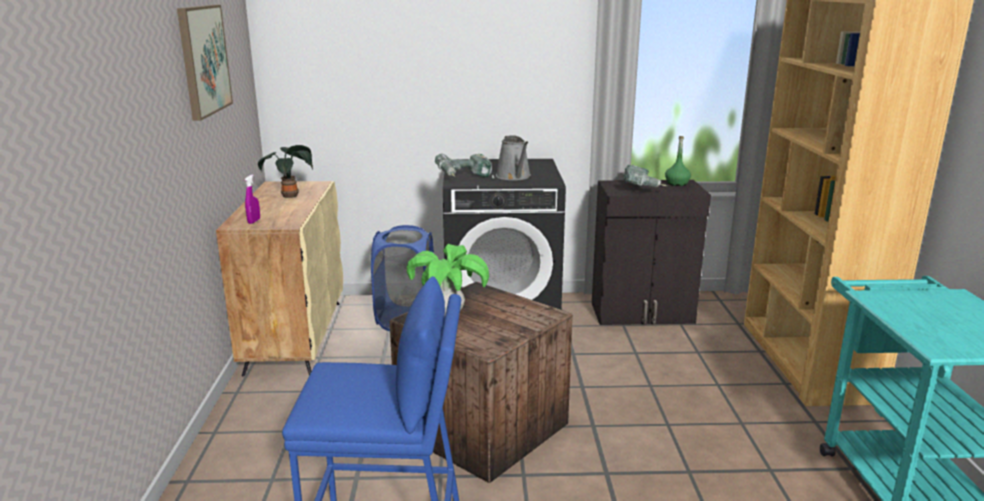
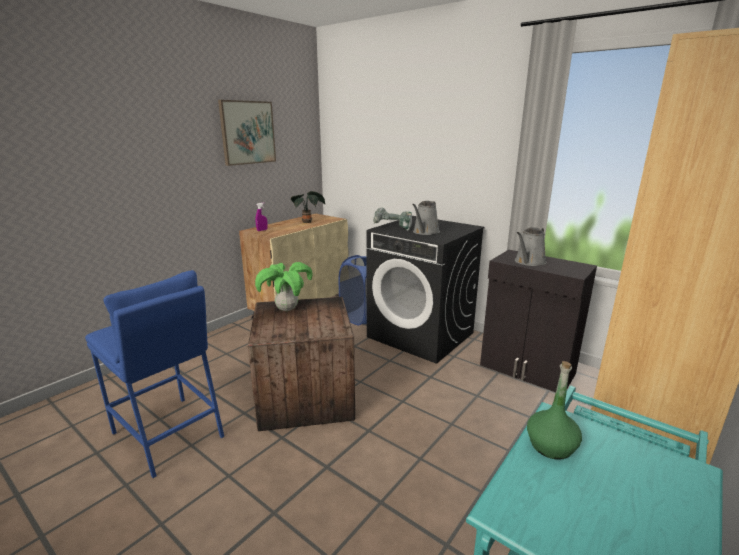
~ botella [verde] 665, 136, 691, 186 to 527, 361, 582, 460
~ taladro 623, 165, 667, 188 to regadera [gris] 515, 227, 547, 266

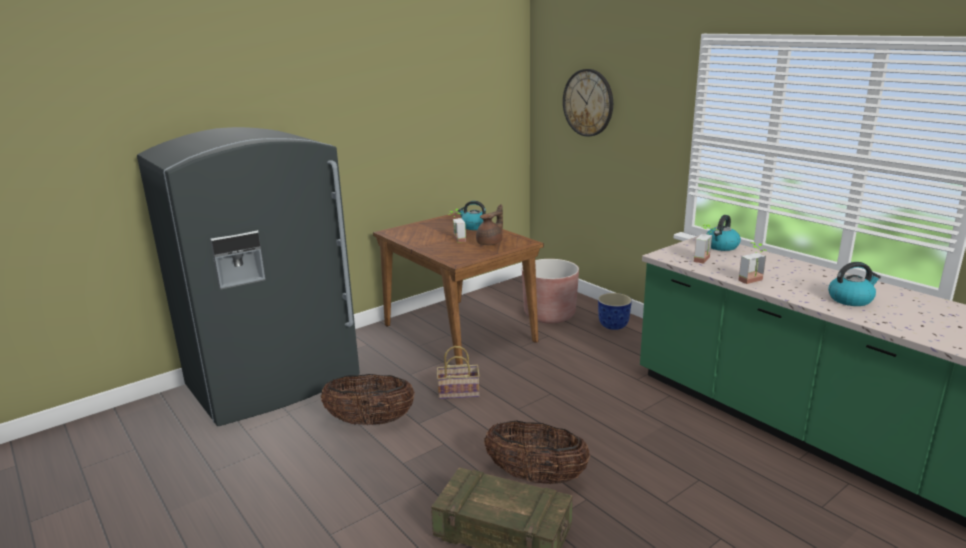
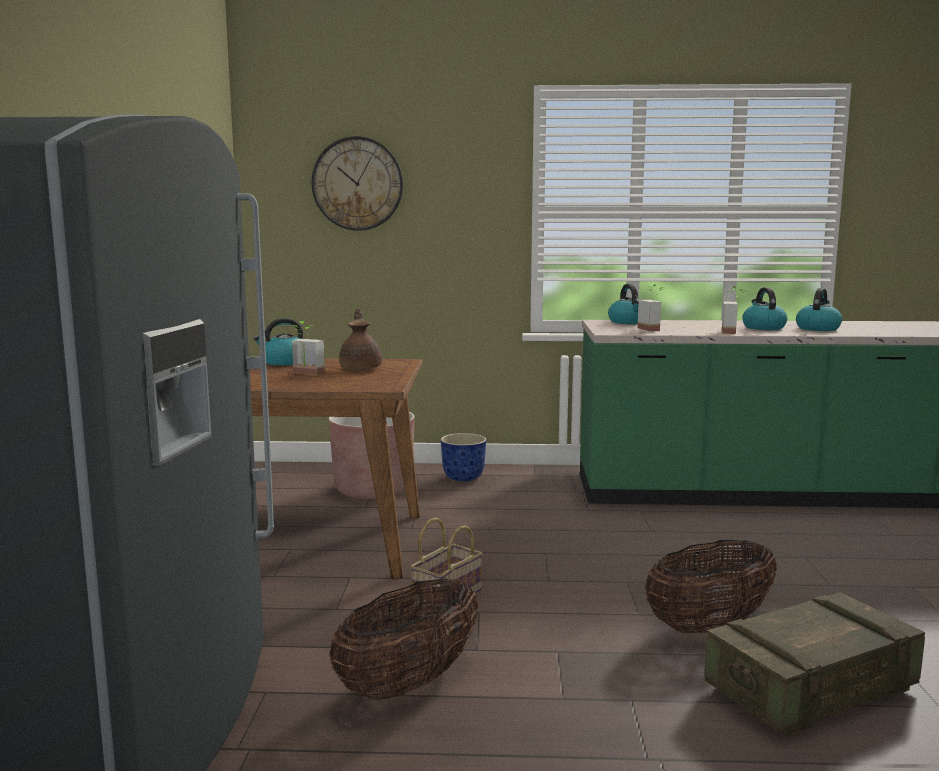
+ hervidor 742, 287, 787, 330

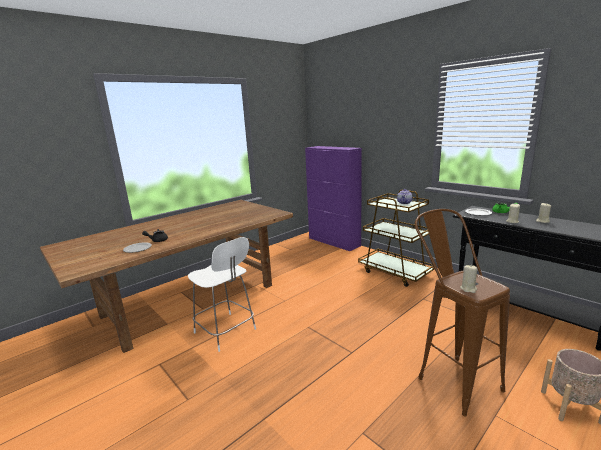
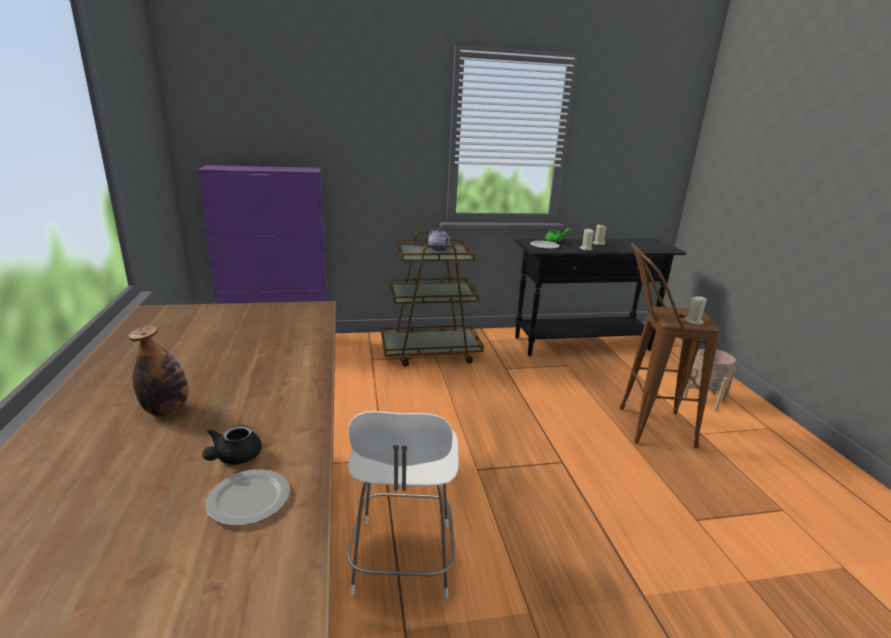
~ silla [blanco] 188, 237, 256, 352 = 347, 411, 459, 599 105 degrees clockwise
+ botella 128, 325, 189, 417

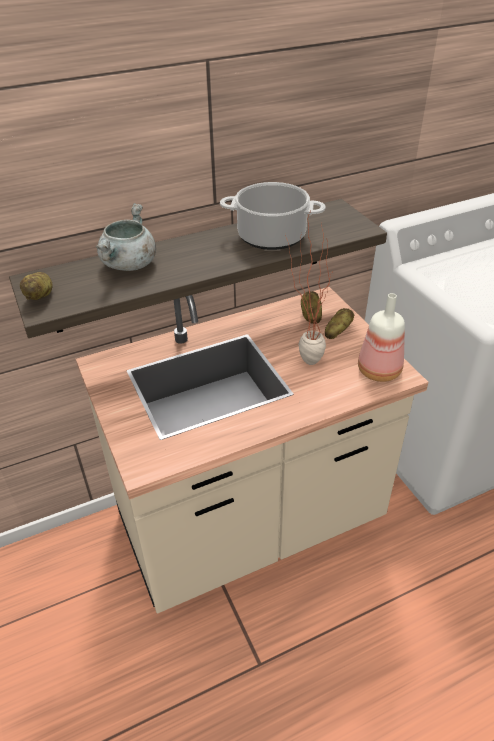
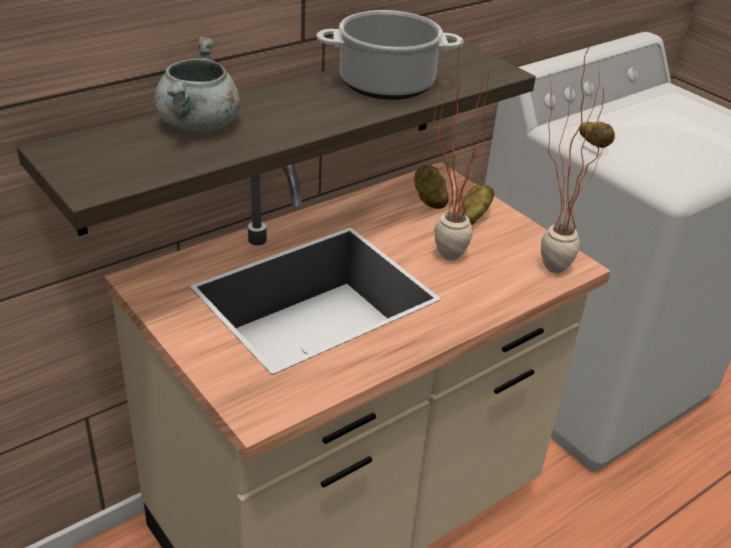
~ patata 20, 272, 53, 300 to 579, 122, 615, 148
~ botella 358, 293, 405, 382 to planta en maceta 541, 44, 608, 273

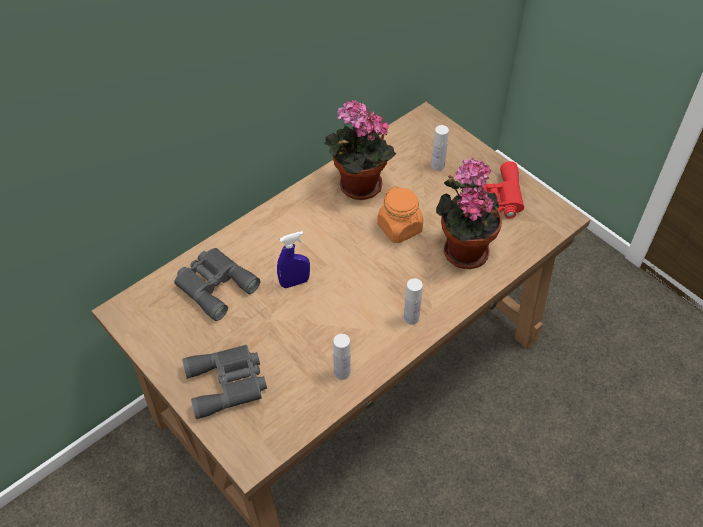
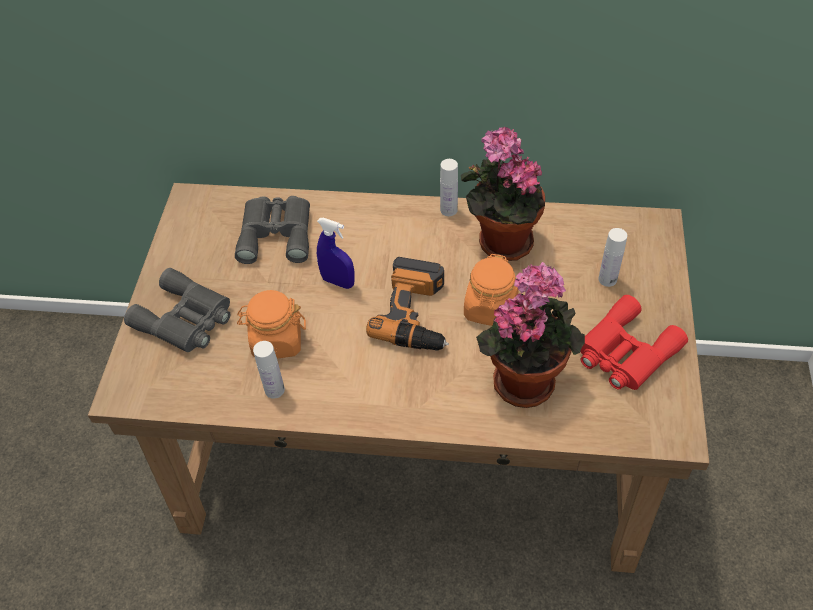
~ botella [blanco] 404, 278, 423, 325 to 440, 159, 458, 216
+ taladro 366, 257, 449, 351
+ tarro [naranja] 237, 290, 306, 358

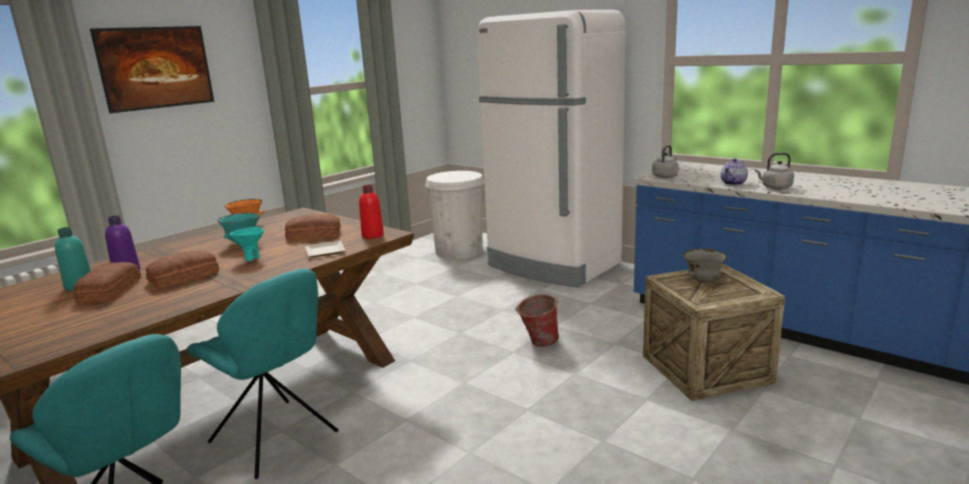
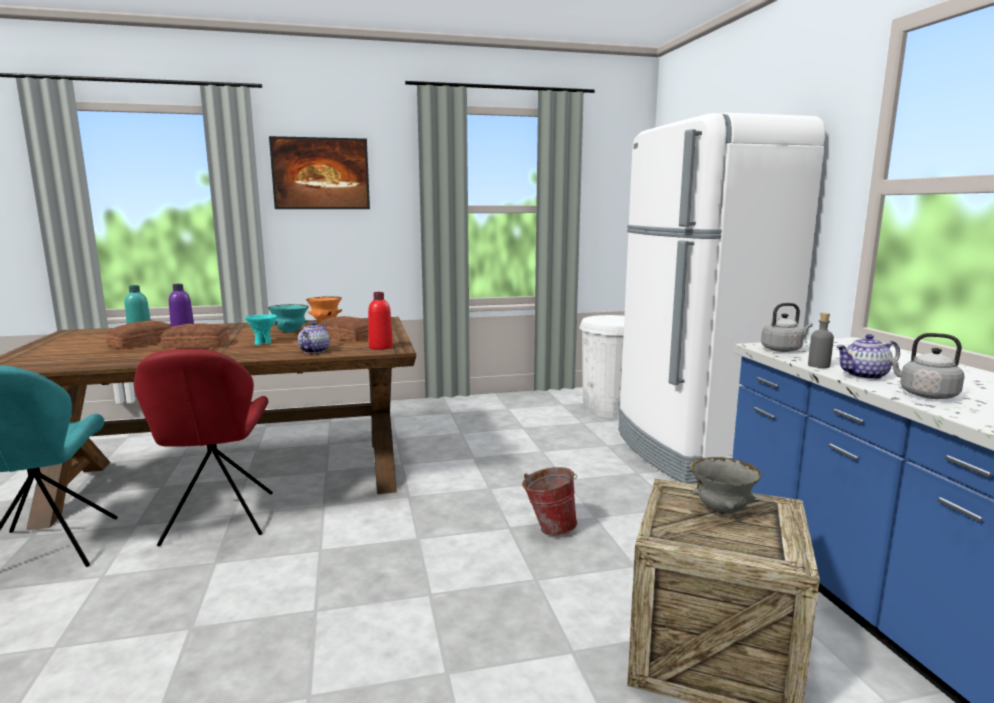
~ plato 305, 241, 346, 257 to tetera 298, 322, 330, 353
~ silla [turquesa] 187, 269, 338, 479 to silla [rojo] 134, 349, 273, 546
+ botella [gris] 808, 313, 834, 368

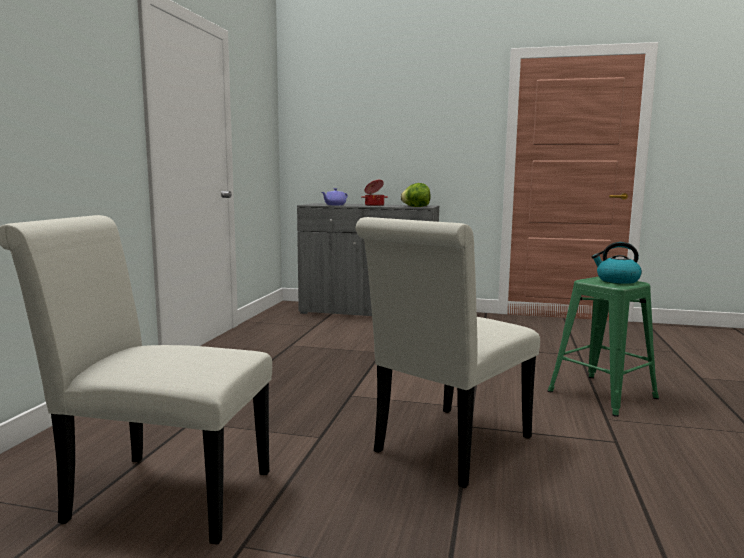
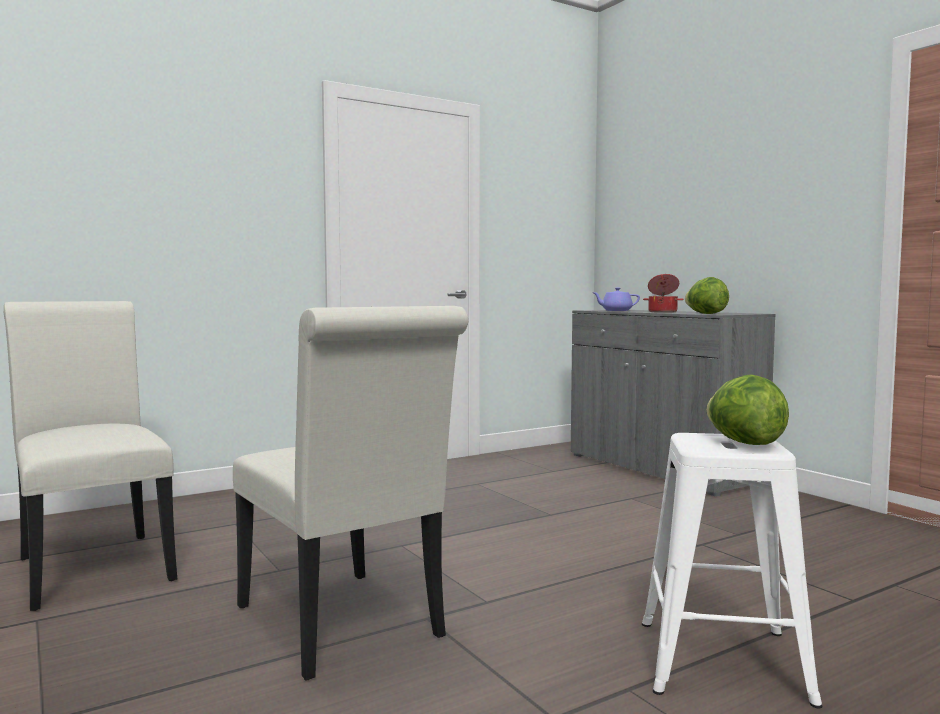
~ silla [blanco] 355, 217, 540, 488 = 233, 306, 468, 680 120 degrees counterclockwise
~ hervidor 592, 242, 642, 284 to lechuga 706, 374, 789, 445
~ taburete [verde] 548, 277, 659, 417 to taburete [blanco] 642, 433, 822, 708

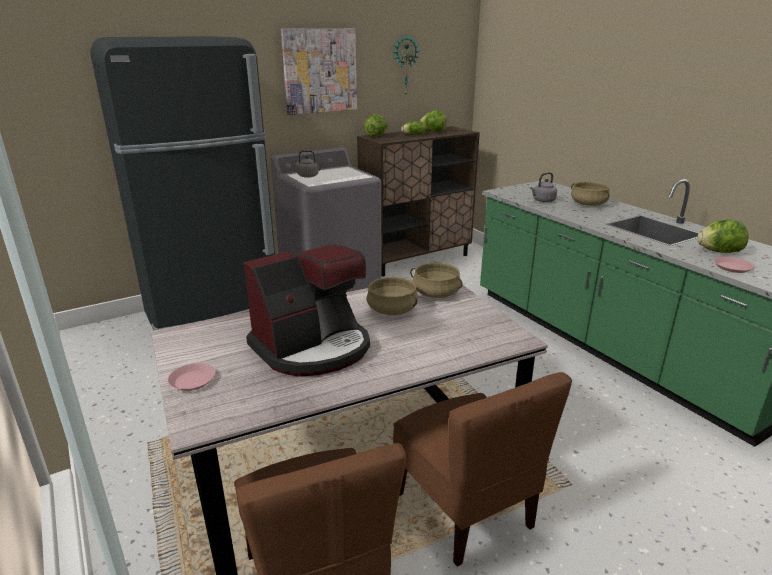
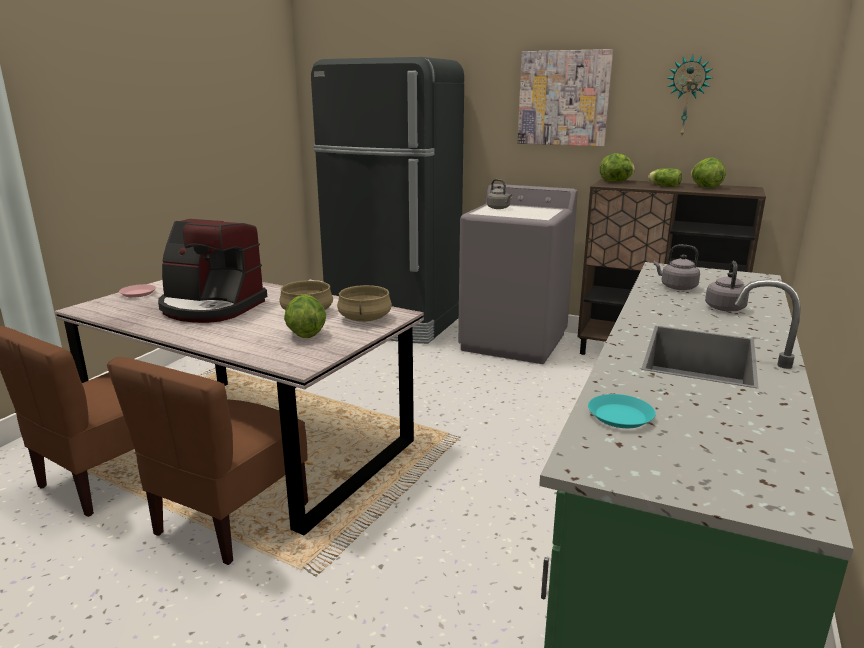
~ olla [beis] 571, 182, 610, 206 to hervidor [gris] 705, 261, 749, 311
~ lechuga 697, 219, 749, 253 to 284, 294, 326, 338
~ plato [rosa] 714, 257, 755, 273 to plato [turquesa] 588, 394, 656, 428

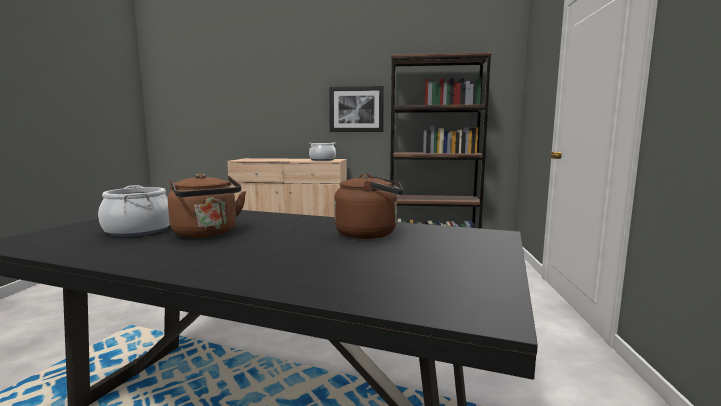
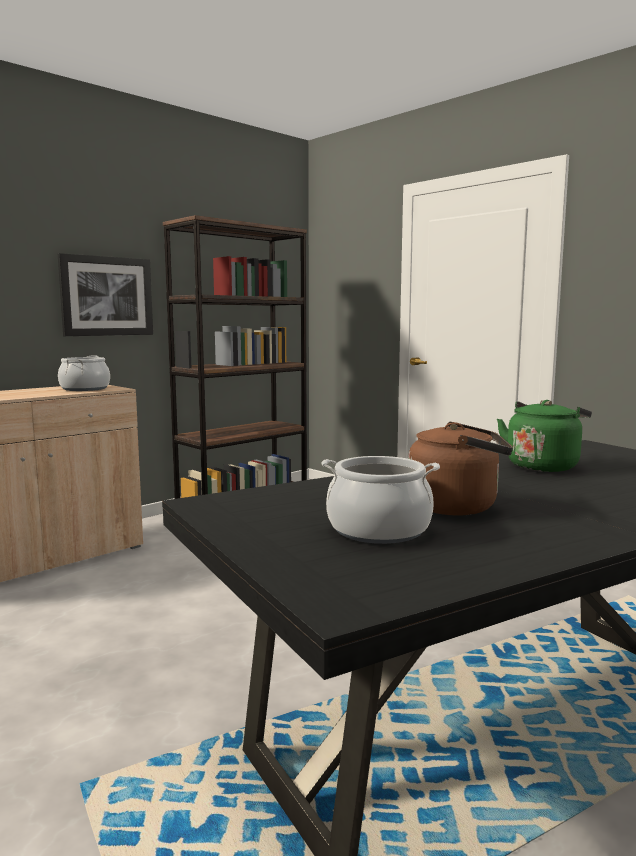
~ hervidor [marrón] 334, 174, 403, 239 to hervidor [verde] 497, 400, 592, 472

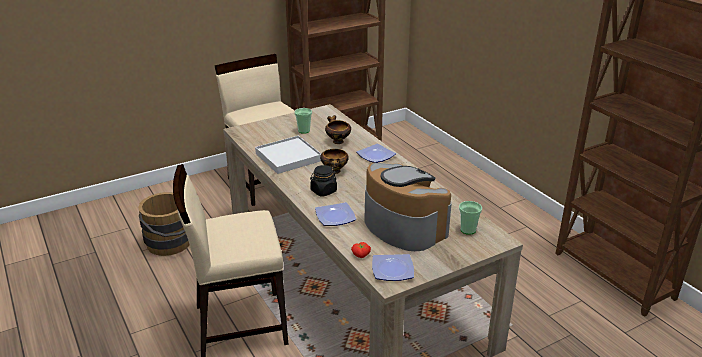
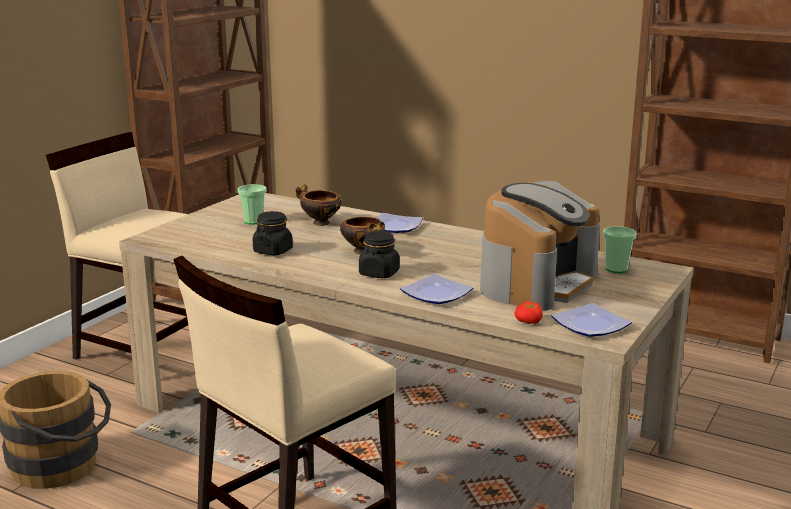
~ bandeja [blanco] 255, 136, 321, 174 to tarro [negro] 253, 211, 293, 255
~ cafetera 364, 163, 452, 251 = 480, 181, 600, 311 105 degrees clockwise

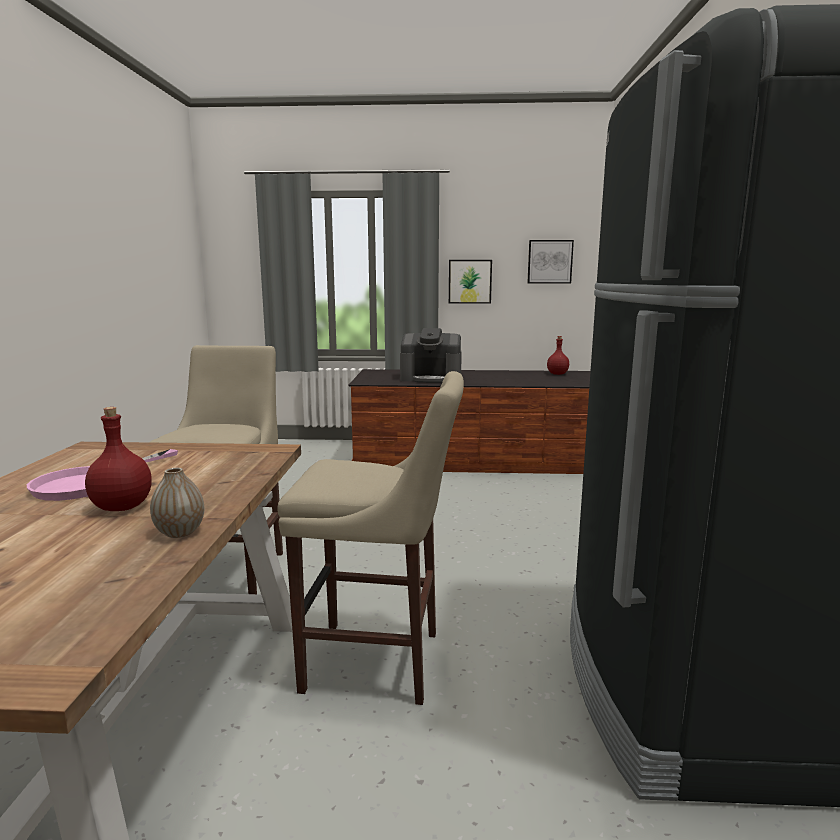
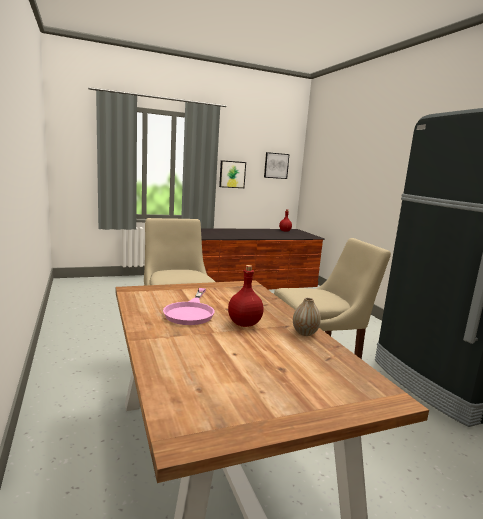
- cafetera 400, 328, 462, 383

